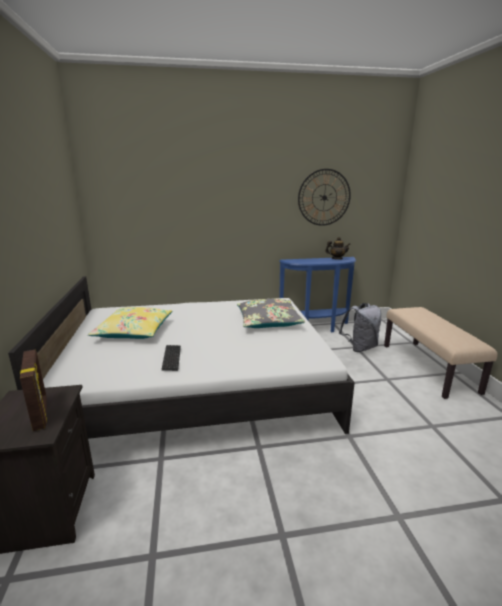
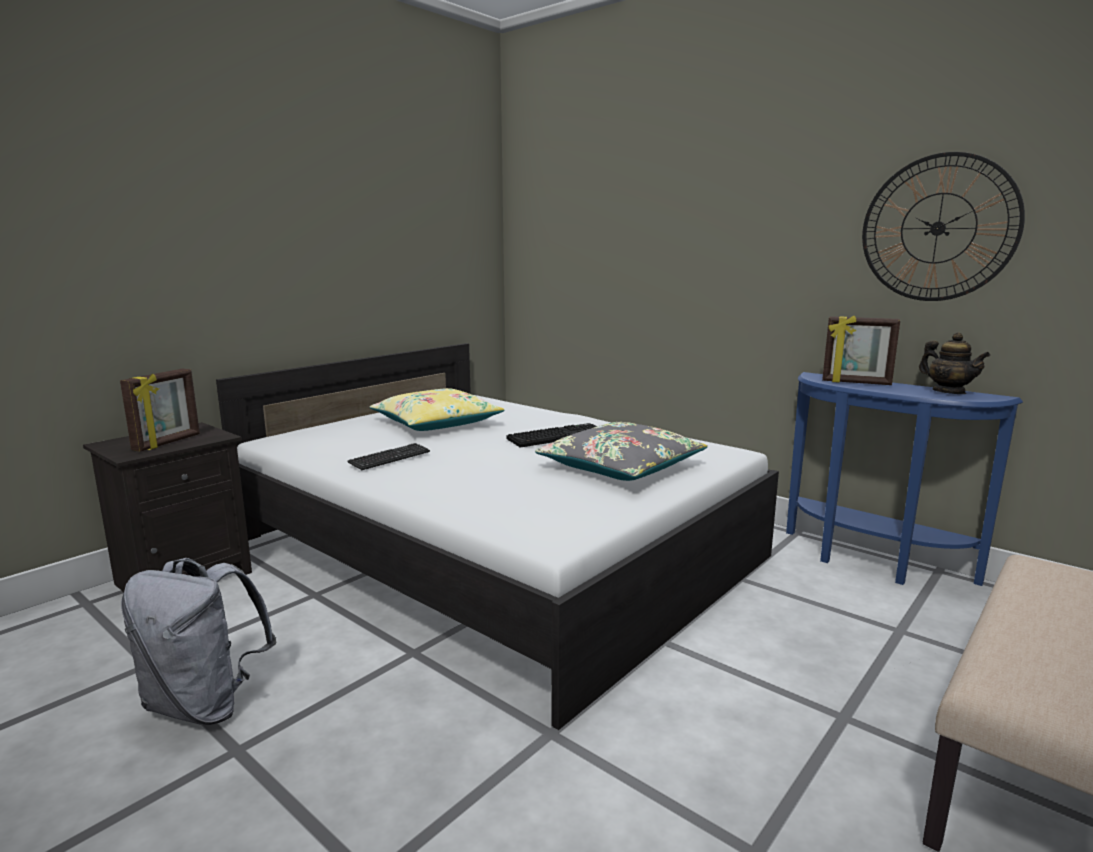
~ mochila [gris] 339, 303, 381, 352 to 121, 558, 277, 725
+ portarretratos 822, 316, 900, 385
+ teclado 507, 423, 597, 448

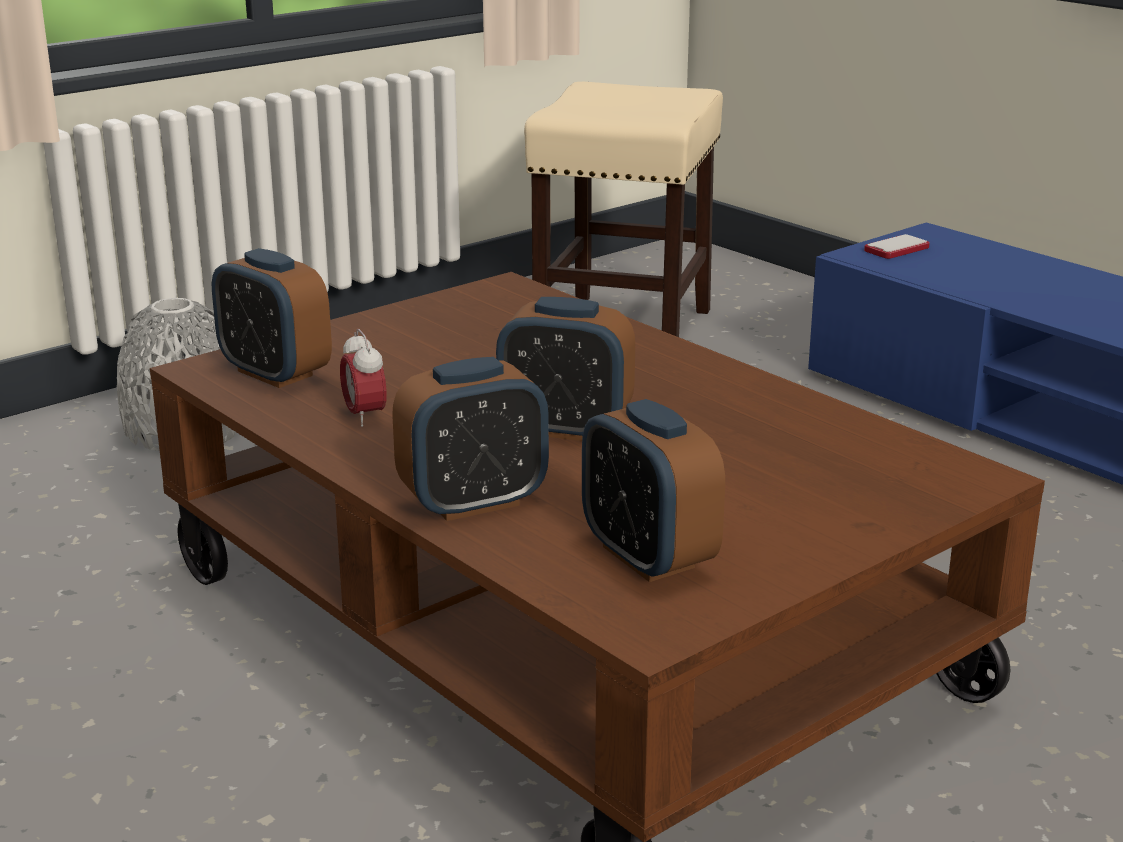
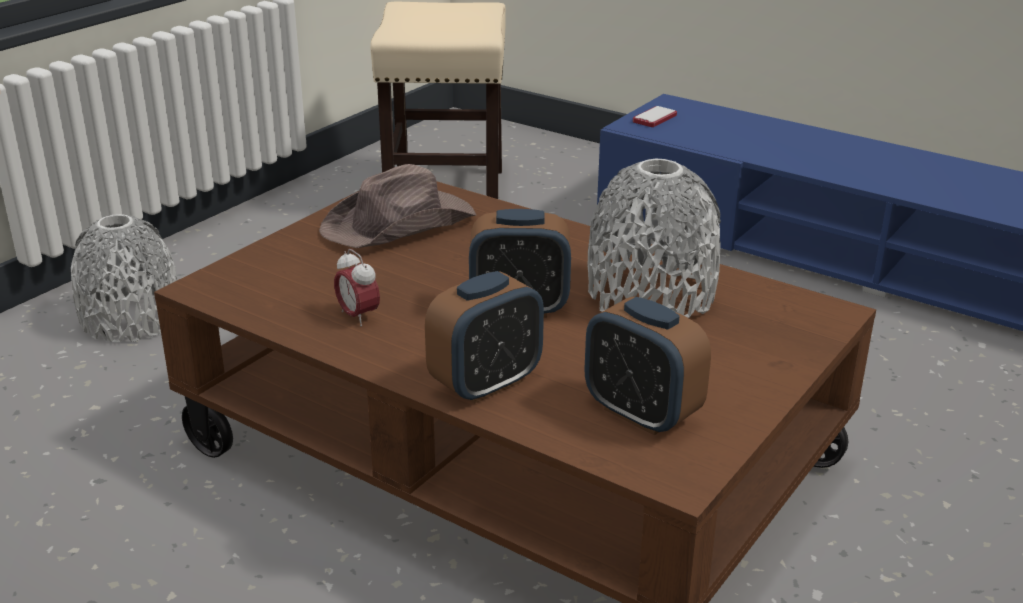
- despertador 212, 248, 332, 388
+ florero [gris] 588, 159, 721, 318
+ sombrero [marrón] 319, 164, 476, 248

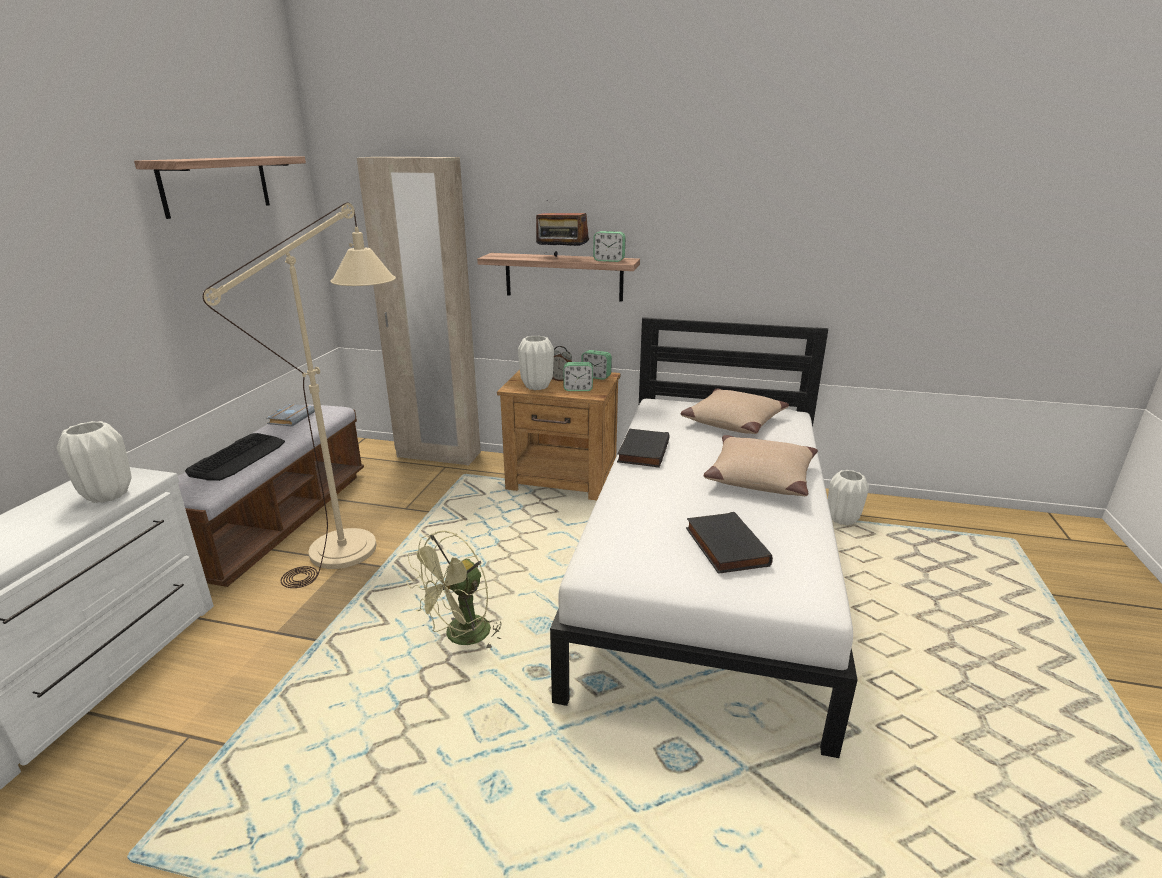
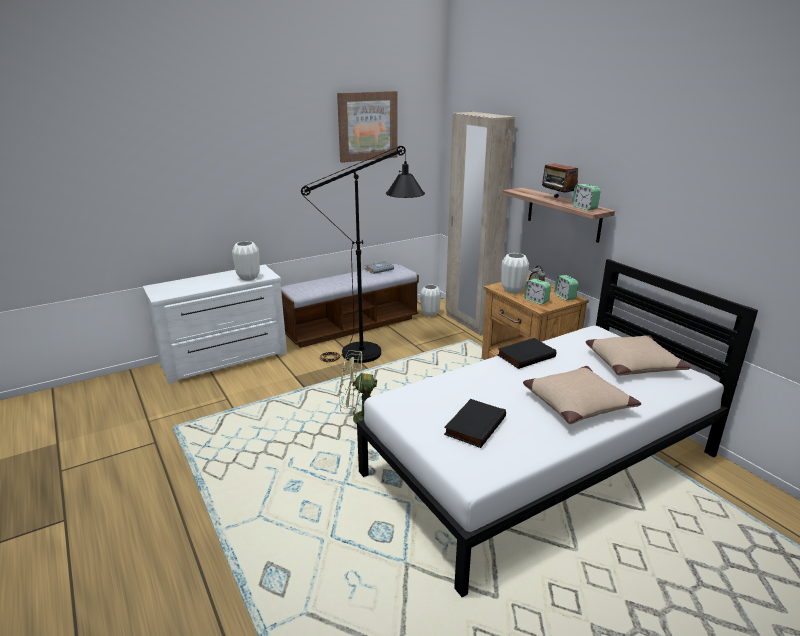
~ estante 134, 156, 306, 219 to cuadro 337, 91, 398, 163
~ lámpara de pie [beis] 203, 202, 396, 588 to lámpara de pie [negro] 301, 146, 425, 363
- teclado 185, 433, 285, 481
~ florero [blanco] 828, 470, 869, 525 to 420, 284, 441, 316

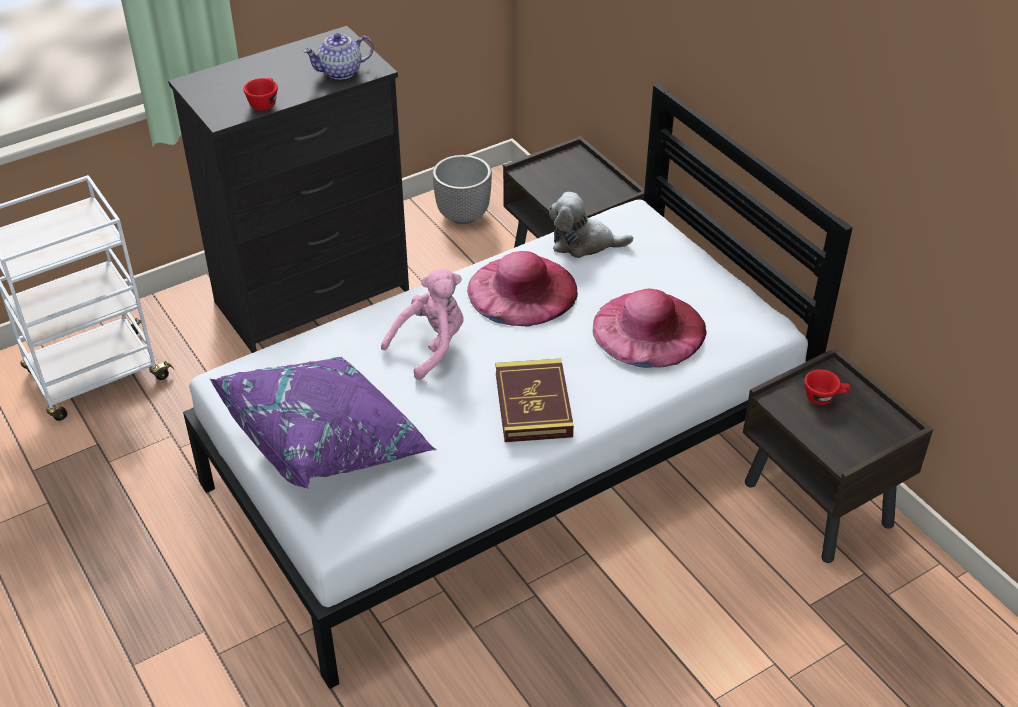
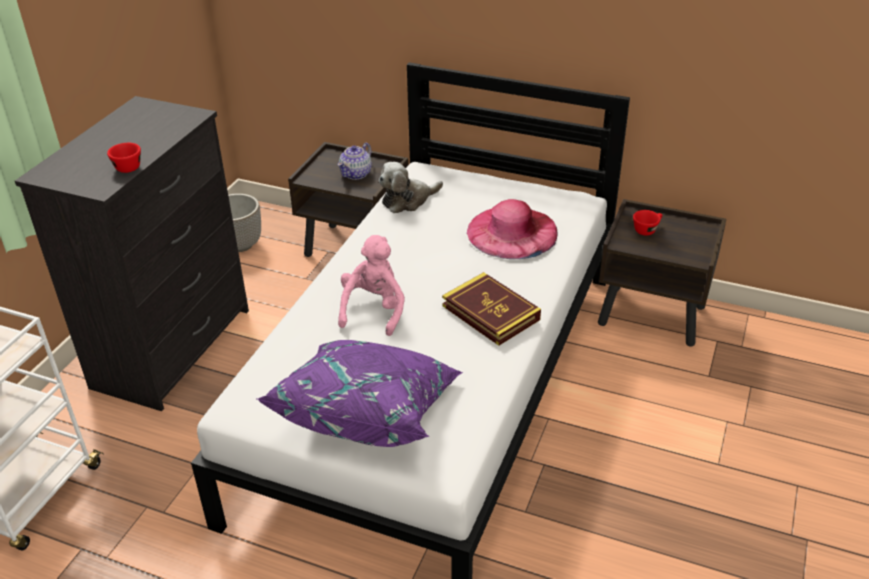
~ tetera 303, 33, 374, 80 to 338, 143, 372, 180
- sombrero [rosa] 467, 251, 578, 327

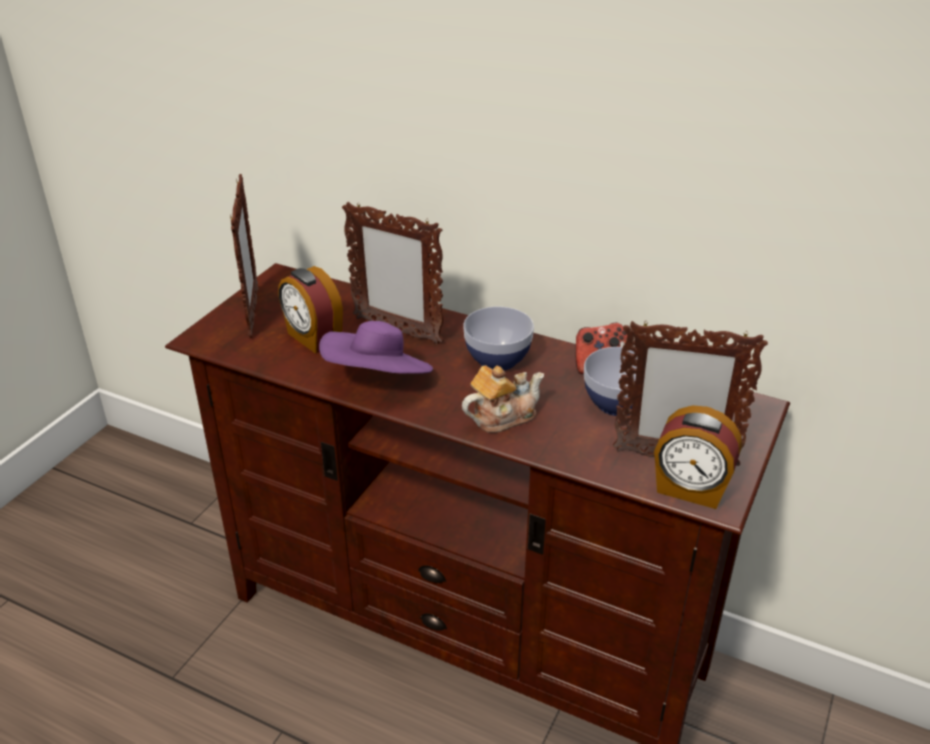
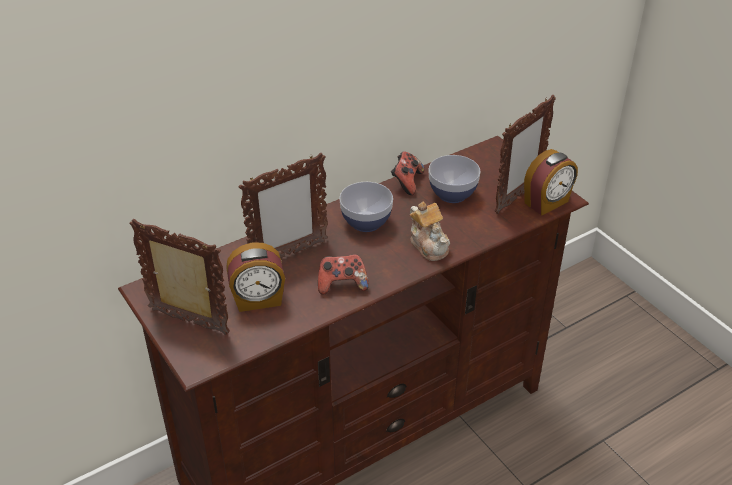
~ sombrero [morado] 319, 321, 433, 374 to mando de consola 318, 254, 369, 295
~ tetera 462, 365, 544, 433 = 410, 202, 450, 261 150 degrees clockwise

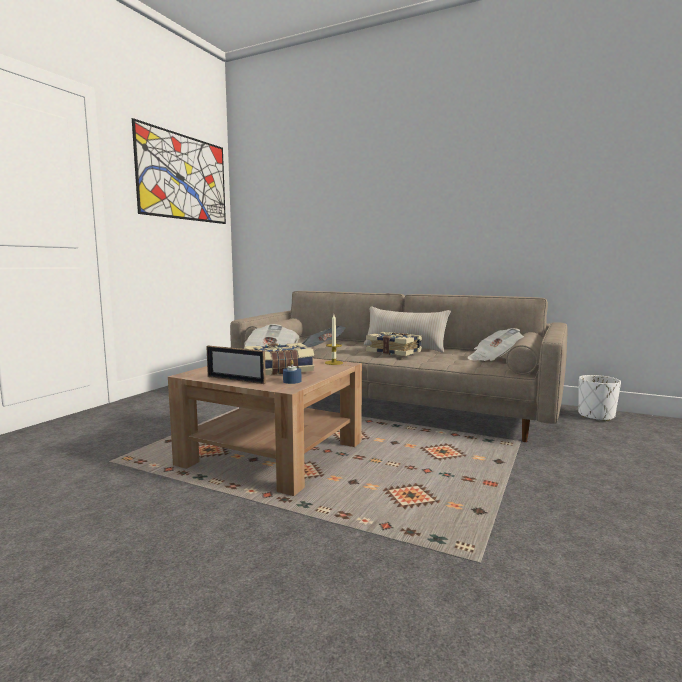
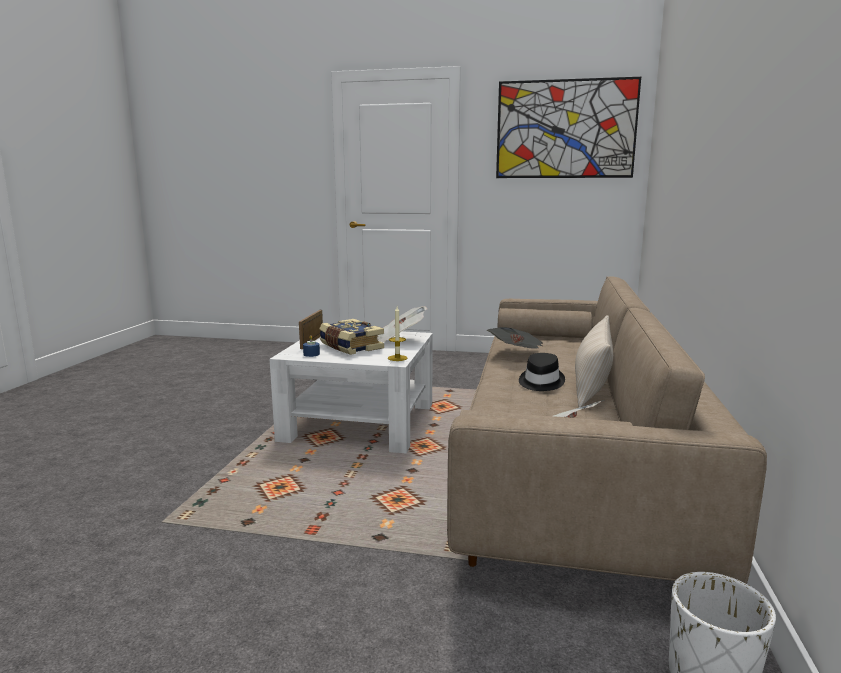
~ libro 366, 332, 422, 356 to sombrero [negro] 519, 353, 565, 391
~ mesa de centro [marrón] 168, 358, 362, 496 to mesa de centro [blanco] 270, 331, 433, 454

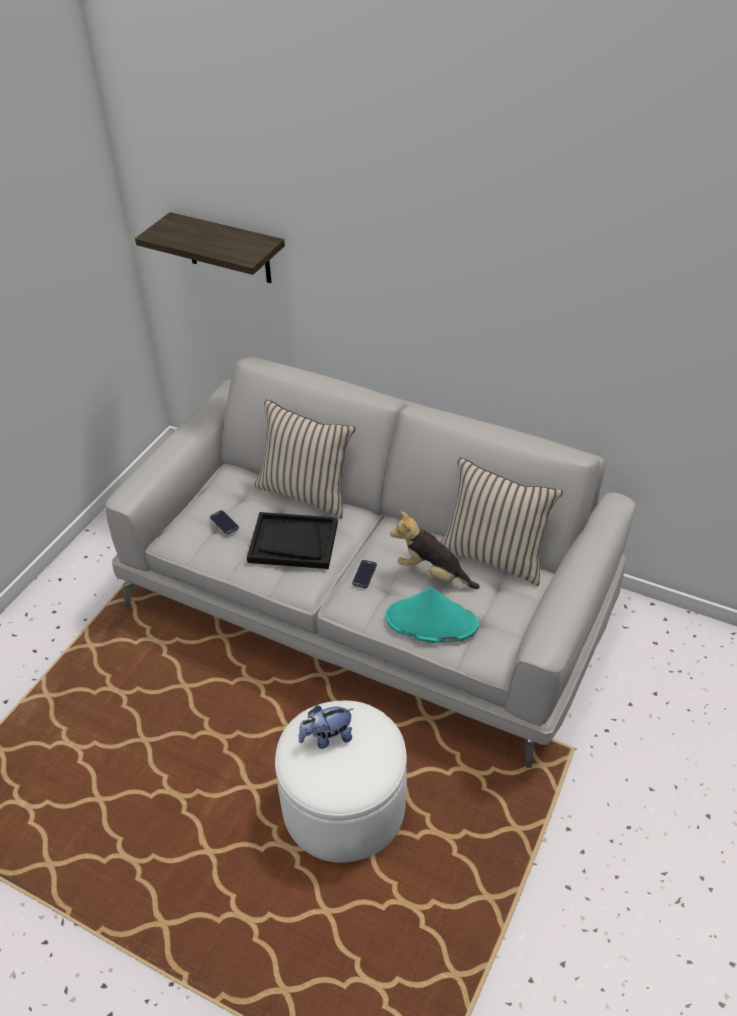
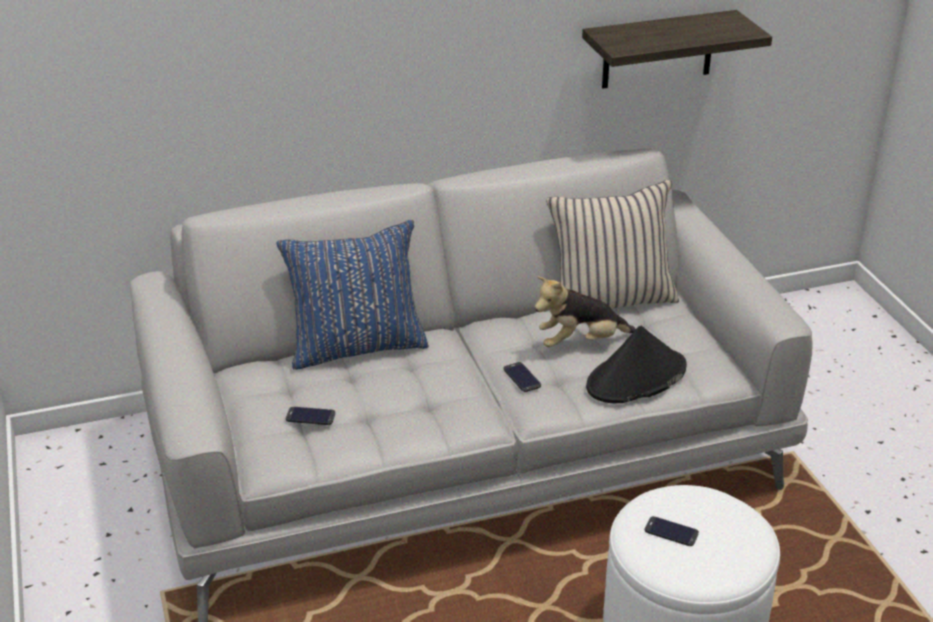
~ estante 135, 212, 285, 283 to 582, 10, 772, 89
~ cojín [beis] 254, 399, 356, 519 to cojín [azul] 276, 220, 429, 370
- bandeja [negro] 247, 512, 338, 569
~ sombrero [turquesa] 385, 587, 479, 643 to sombrero [negro] 586, 326, 687, 403
~ peluche 299, 706, 353, 749 to móvil 644, 516, 699, 546

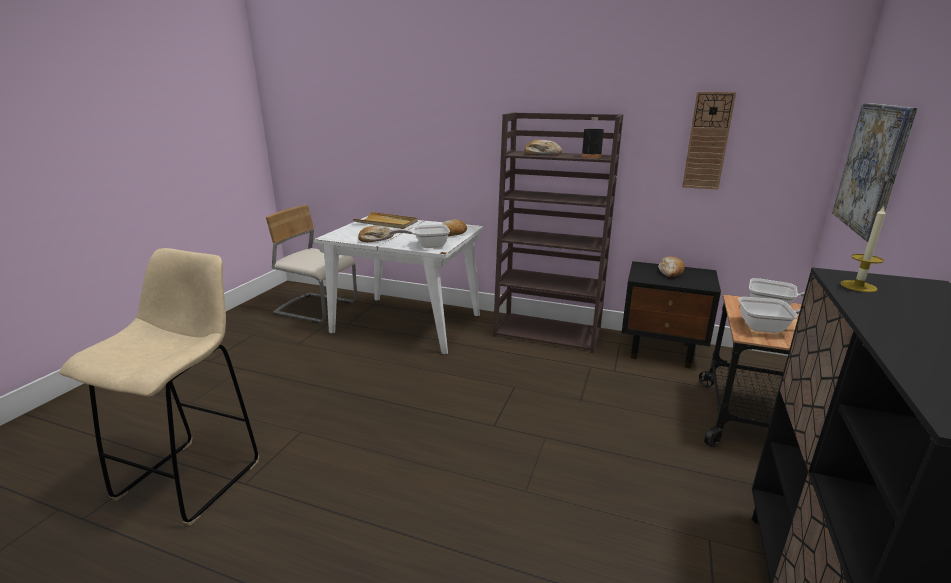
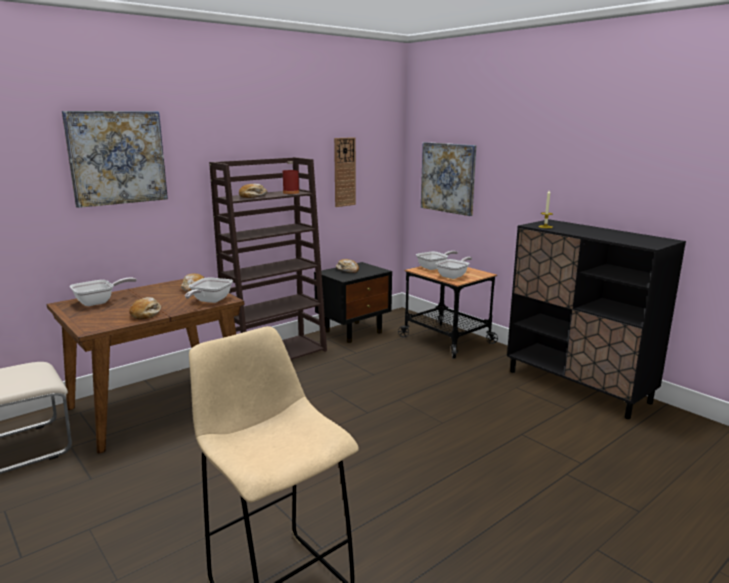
~ botella [negro] 582, 117, 604, 158 to botella [rojo] 283, 161, 299, 194
~ bandeja [beis] 353, 212, 418, 229 to sartén 70, 277, 137, 306
~ mesa de comedor [blanco] 314, 216, 484, 355 to mesa de comedor [marrón] 46, 279, 244, 454
+ cuadro 62, 111, 168, 208

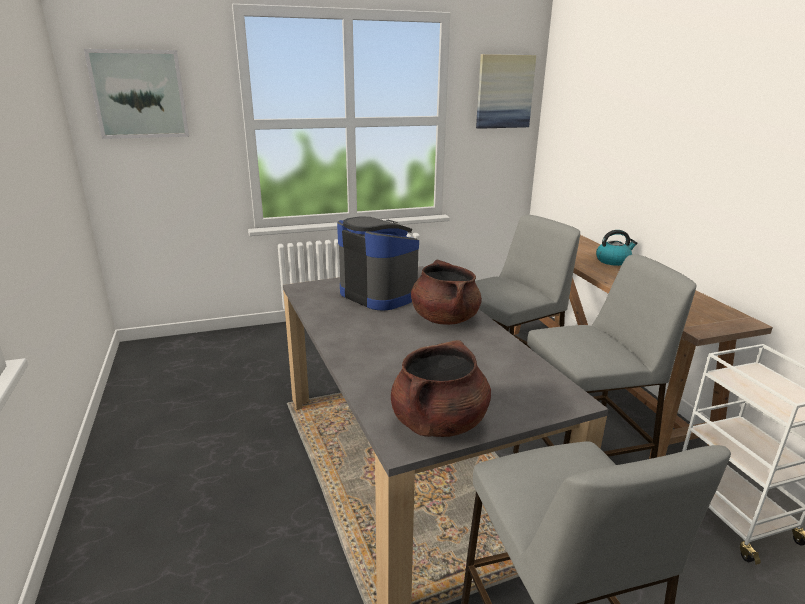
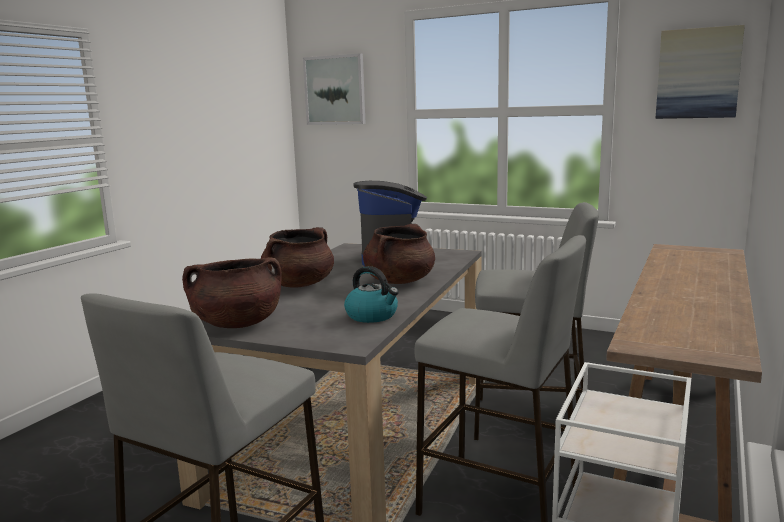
~ hervidor 596, 230, 638, 266 to 344, 266, 399, 323
+ olla [marrón] 261, 227, 334, 288

